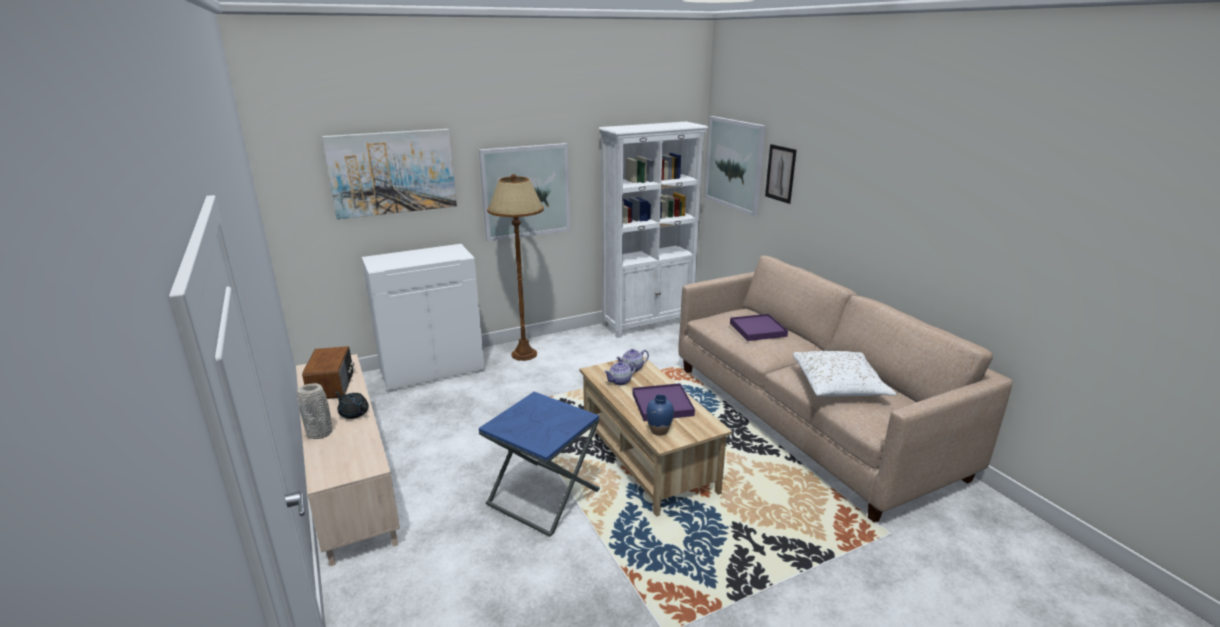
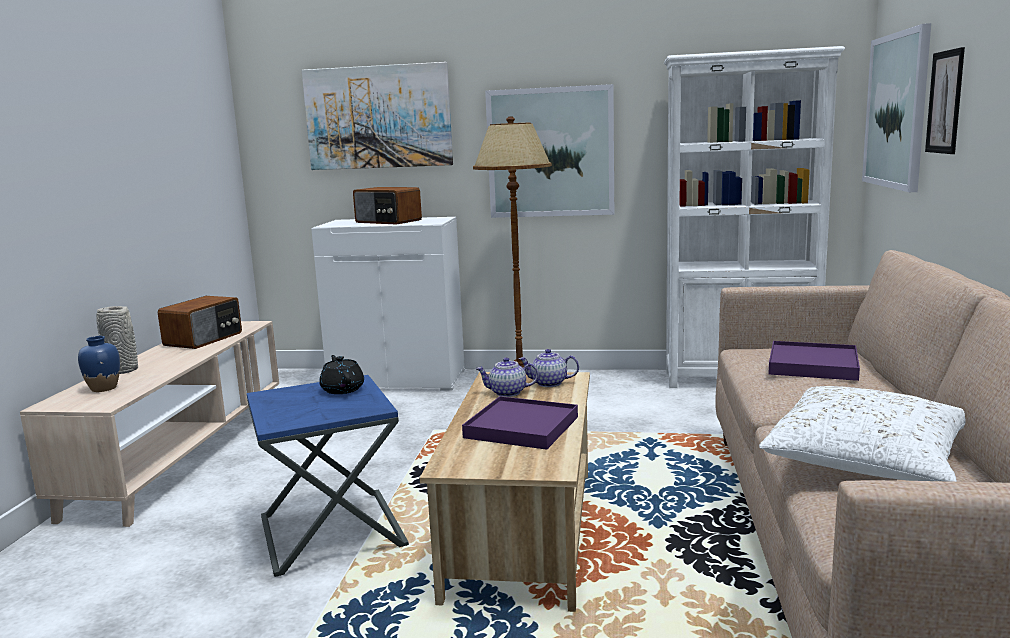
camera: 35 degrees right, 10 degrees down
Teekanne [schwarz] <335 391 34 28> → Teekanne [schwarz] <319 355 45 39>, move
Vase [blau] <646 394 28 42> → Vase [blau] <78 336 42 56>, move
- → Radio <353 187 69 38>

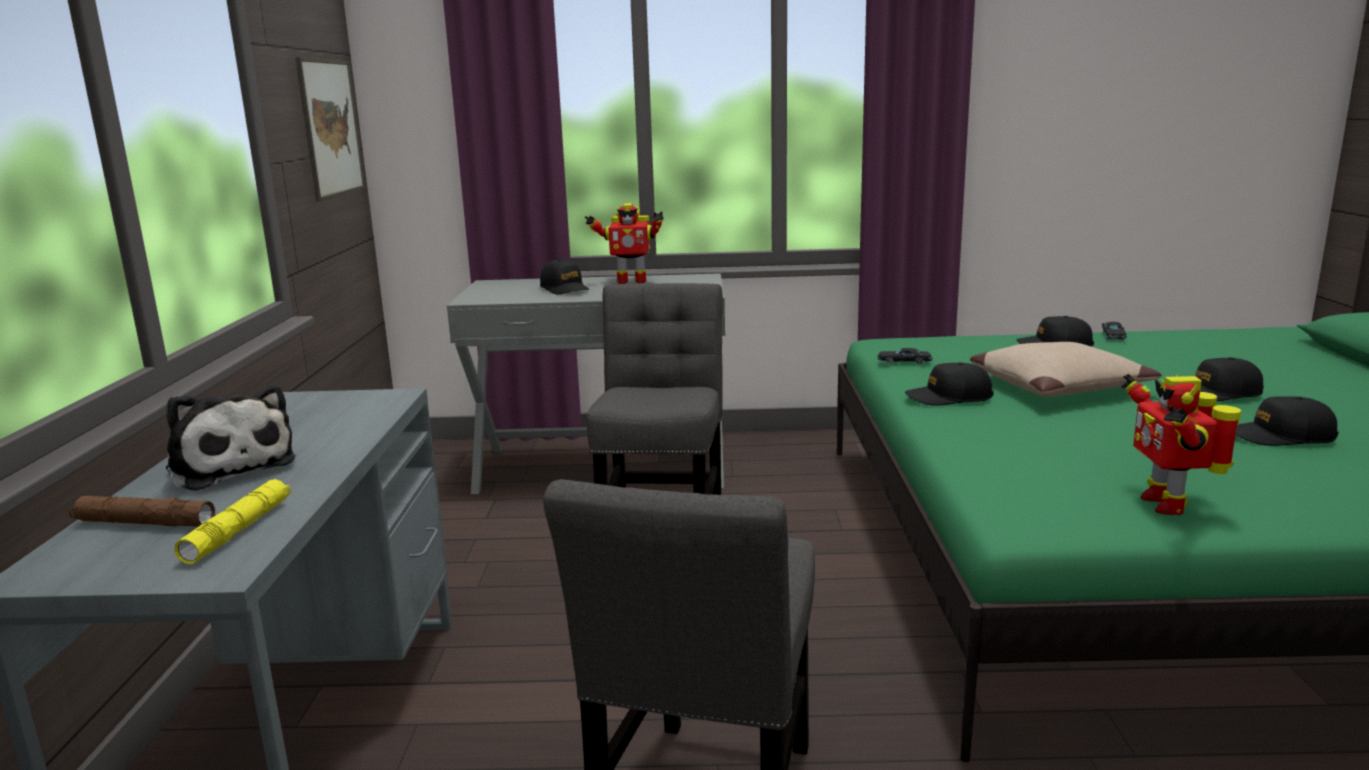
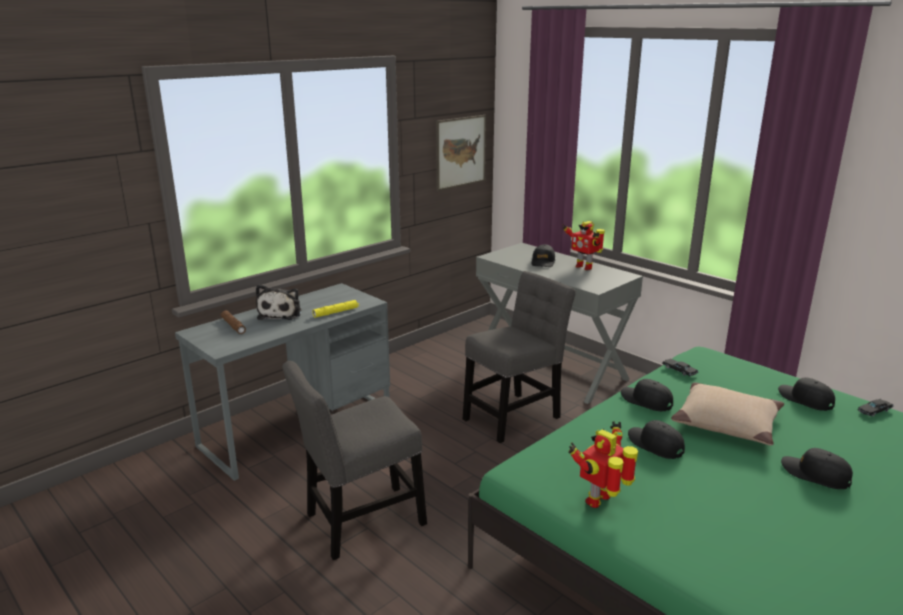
camera: 45 degrees right, 5 degrees up
Taschenlampe [gelb] <174 479 117 85> → Taschenlampe [gelb] <312 300 47 18>, move
Kappe [schwarz] <1236 396 103 50> → Kappe [schwarz] <628 420 57 39>, move

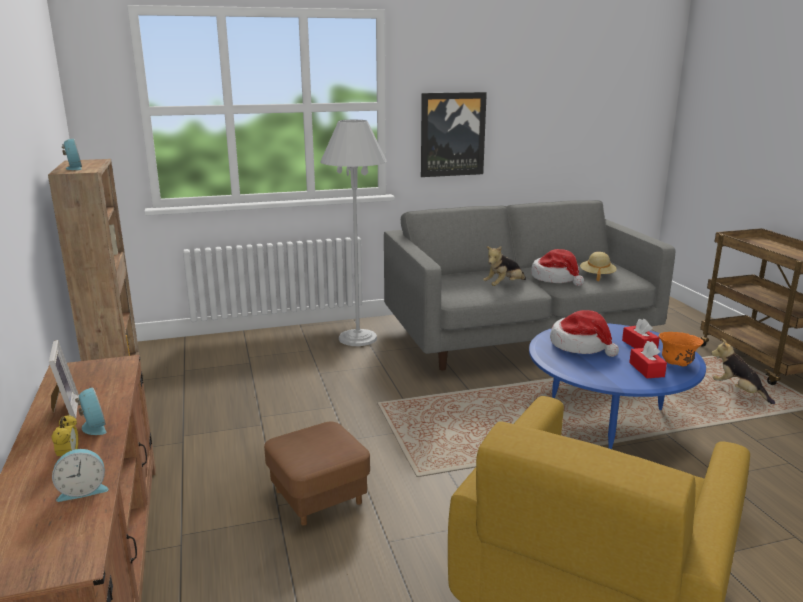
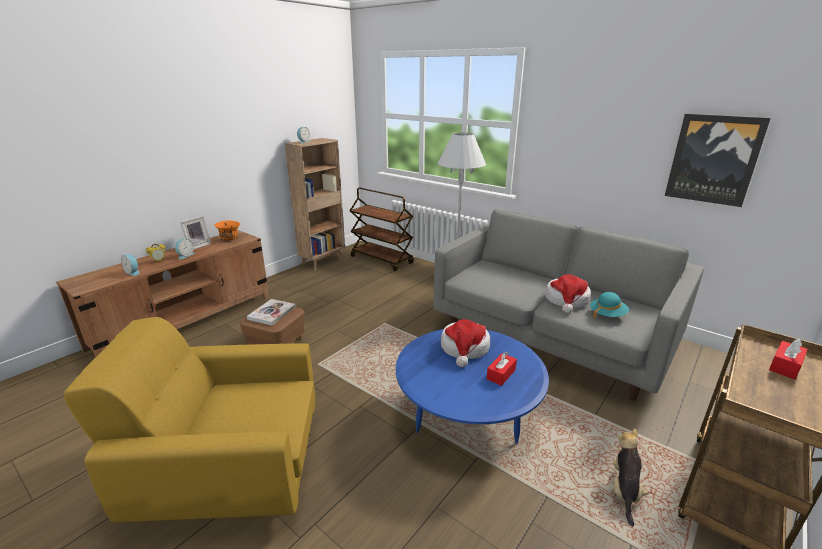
camera: 55 degrees right, 5 degrees up
Bild <421 92 66 85> → Bild <665 114 106 93>, move
Plüschtier <483 246 43 40> → -
Hut [beige] <580 252 37 29> → Hut [türkis] <590 292 39 26>
Taschentuchbox [rot] <629 341 38 37> → Taschentuchbox [rot] <769 338 39 41>, move
Schüssel [orange] <659 332 45 35> → Schüssel [orange] <215 220 25 20>, move
- → Buch <247 299 49 27>
- → Rollwagen [braun] <349 188 65 83>

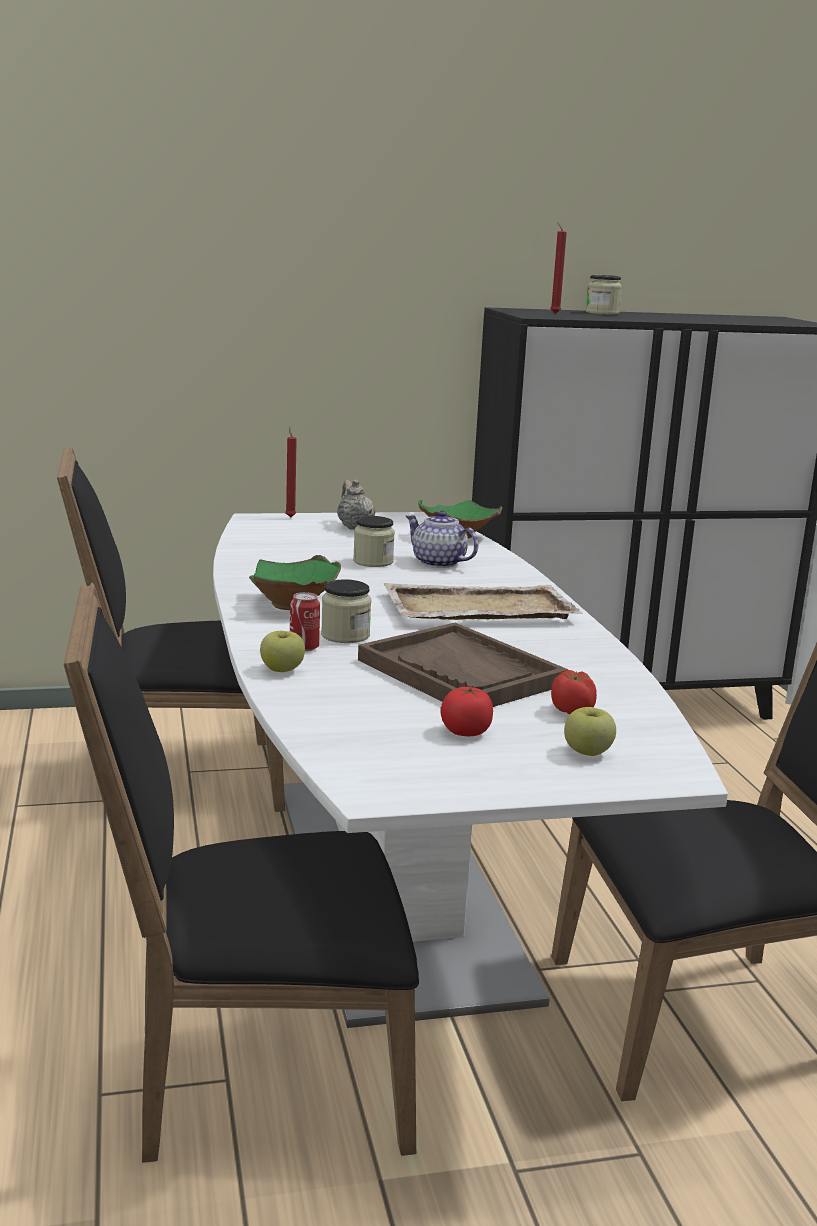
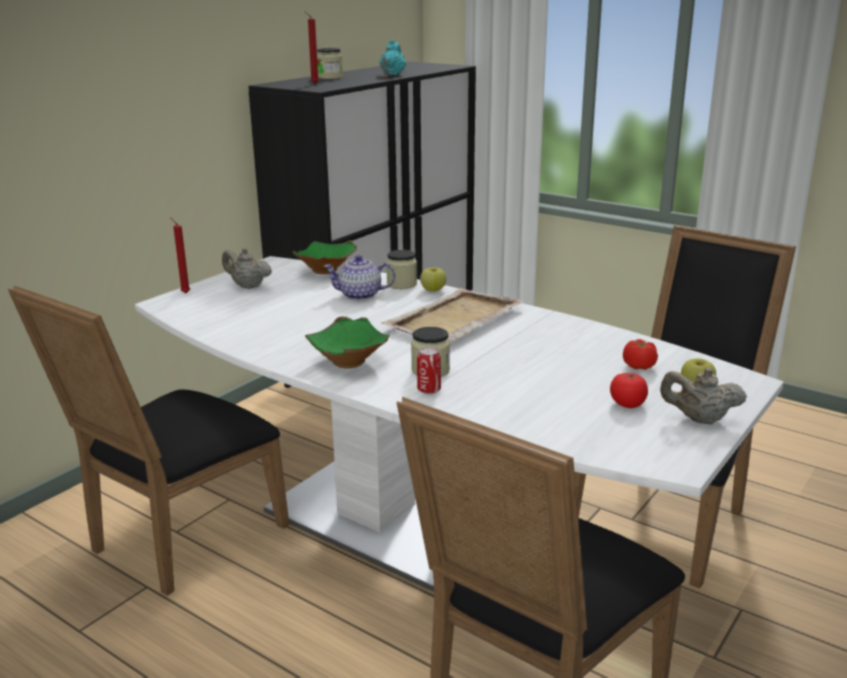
camera: 40 degrees left, 5 degrees up
Apfel <260 631 45 41> → Apfel <420 267 26 25>, move
Vorratsglas <353 516 42 51> → Vorratsglas <386 250 31 39>, move
Tablett [braun] <358 623 210 84> → -
- → Teekanne [türkis] <380 39 26 37>
- → Teekanne [beige] <660 367 87 57>

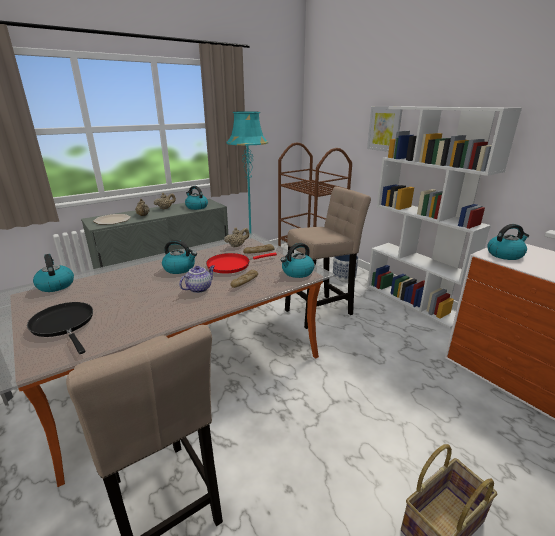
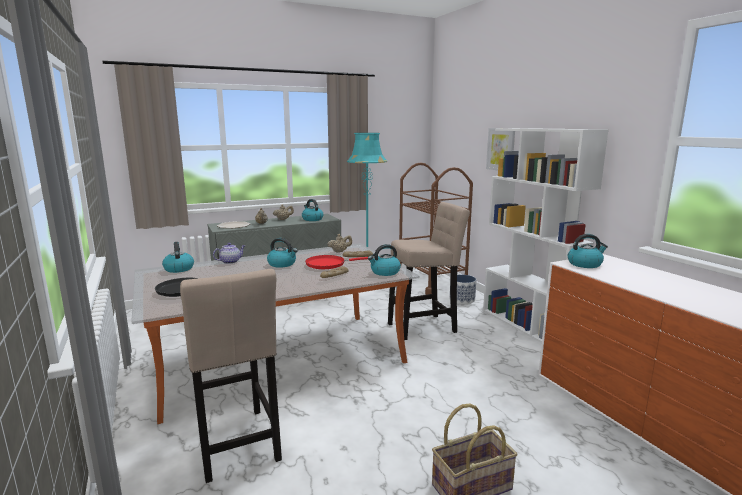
camera: 10 degrees right, 10 degrees down
Teekanne <179 265 36 28> → Teekanne <213 243 32 21>, move

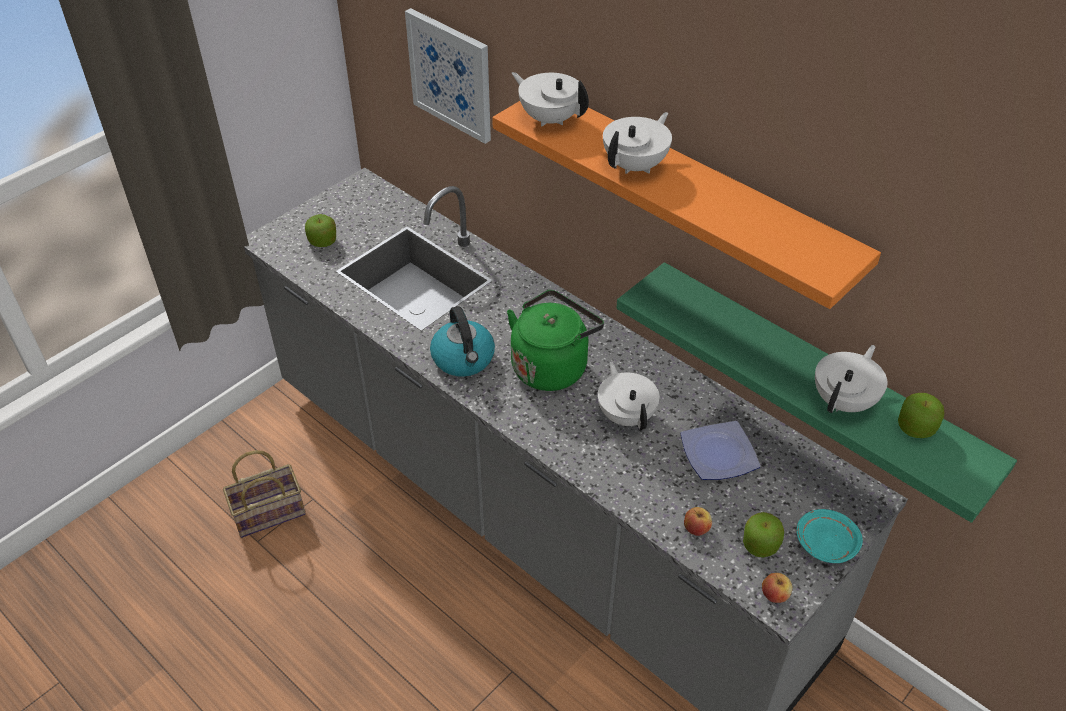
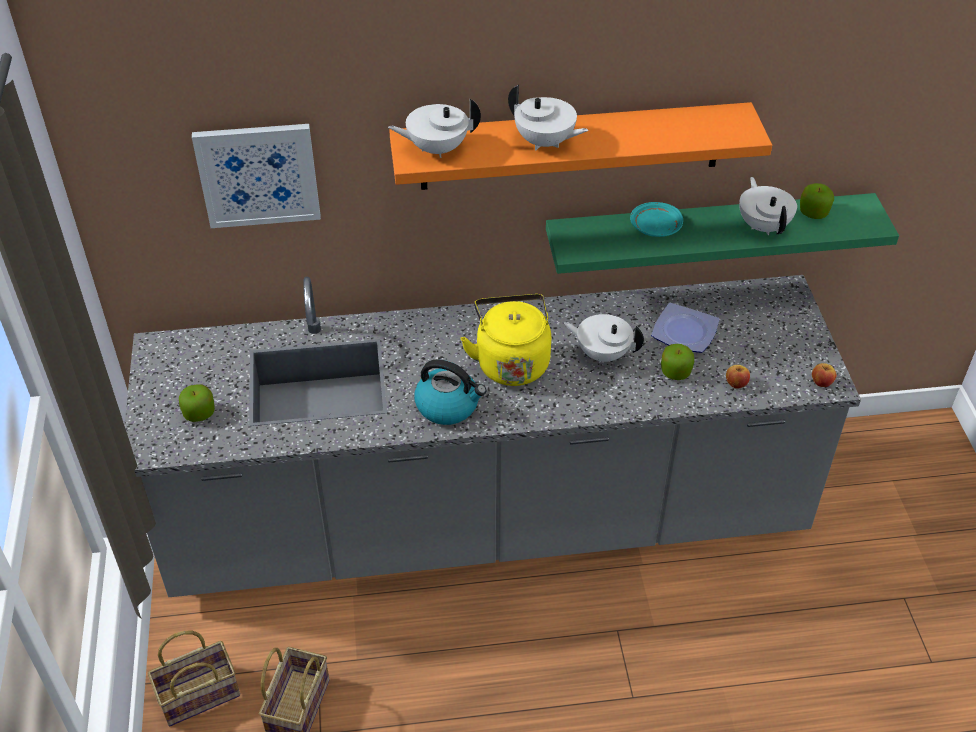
camera: 50 degrees left, 0 degrees up
Wasserkessel [grün] <507 290 97 101> → Wasserkessel [gelb] <461 294 90 92>
Teekanne [weiß] <603 112 69 62> → Teekanne [weiß] <508 85 80 65>, 135 degrees clockwise
Apfel <743 512 41 45> → Apfel <661 344 33 36>, move
Teller [türkis] <797 509 66 54> → Teller [türkis] <630 202 53 35>, move
- → Korb <148 630 92 96>

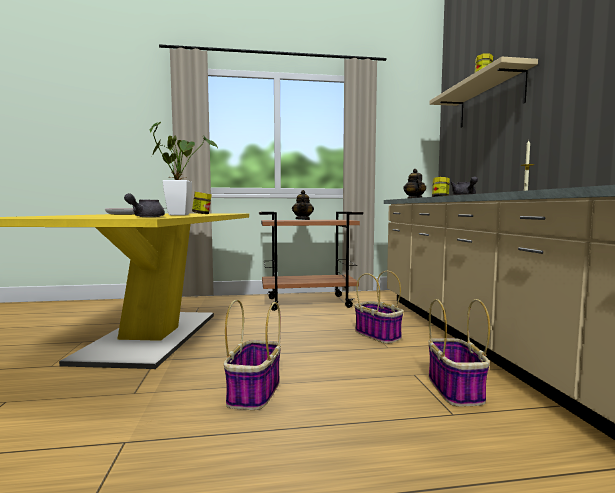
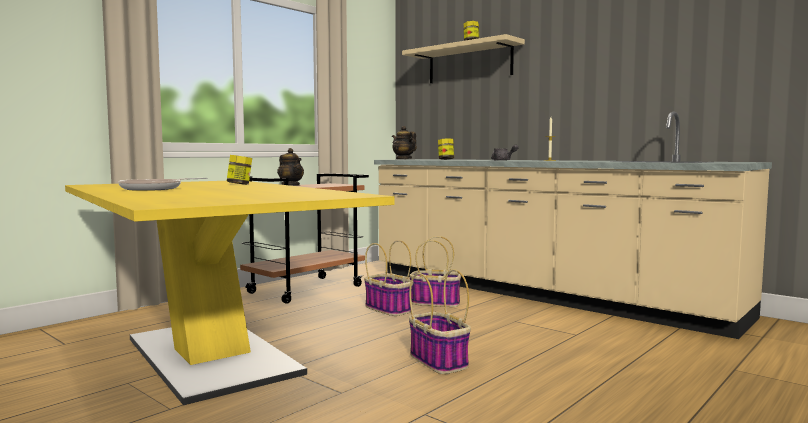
camera: 40 degrees left, 0 degrees up
Teekanne [grau] <124 193 41 24> → -
Topfpflanze <150 122 68 93> → -
Korb <428 299 62 108> → Korb <364 240 50 76>, move

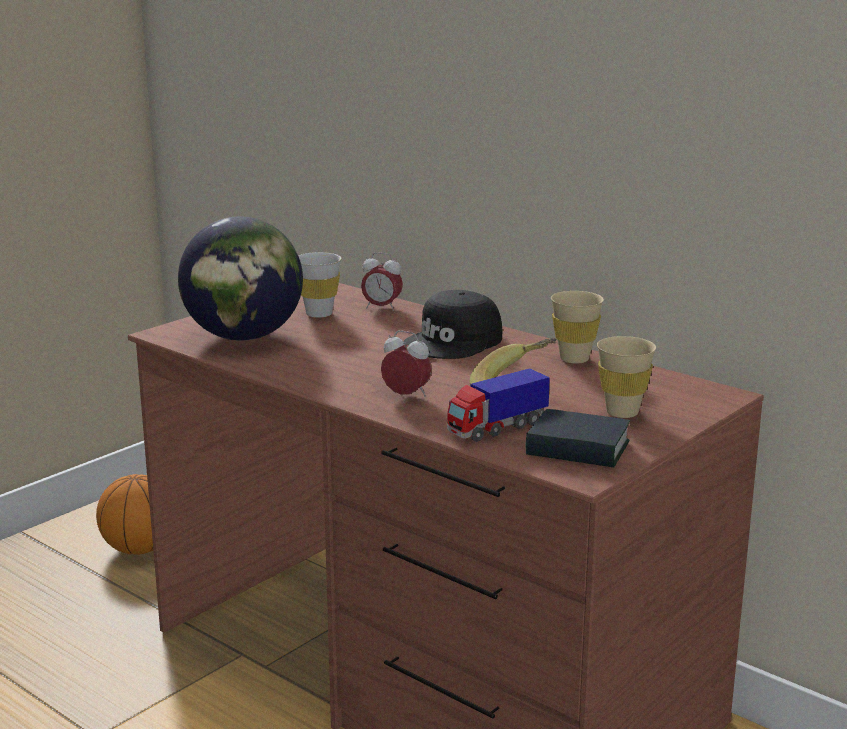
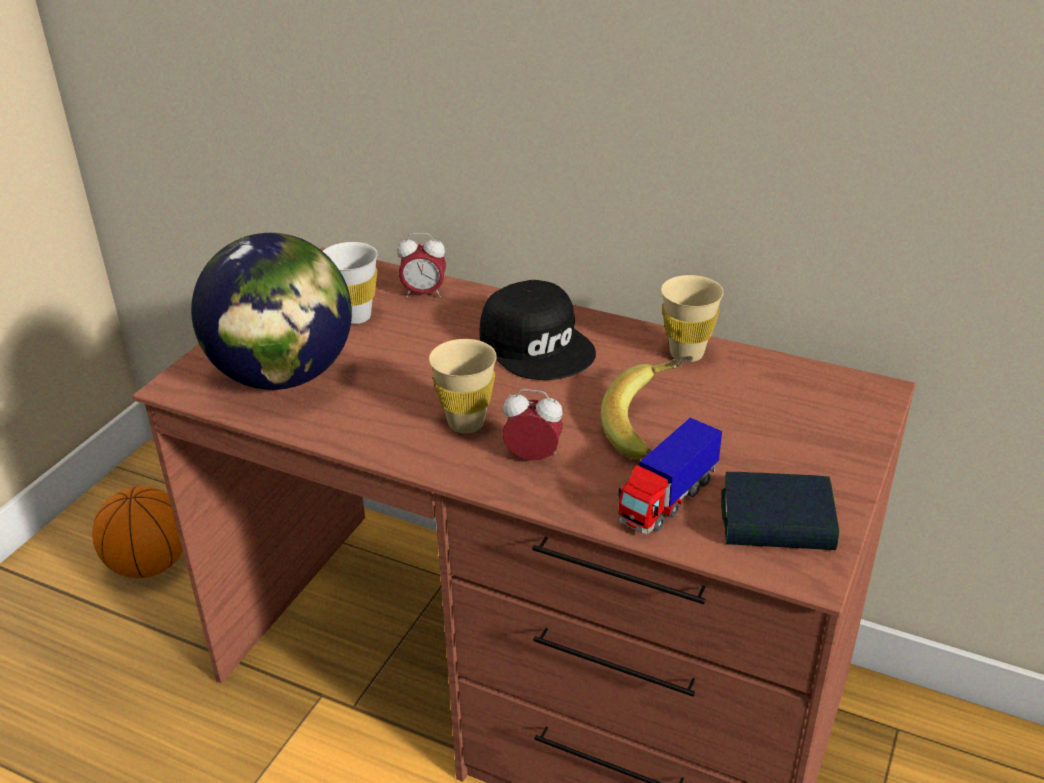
camera: 15 degrees left, 15 degrees up
Kappe [schwarz] <404 290 98 69> → Kappe [schwarz] <479 280 117 100>, 60 degrees counterclockwise
Tasse [beige] <597 336 59 82> → Tasse [beige] <429 339 68 94>, move

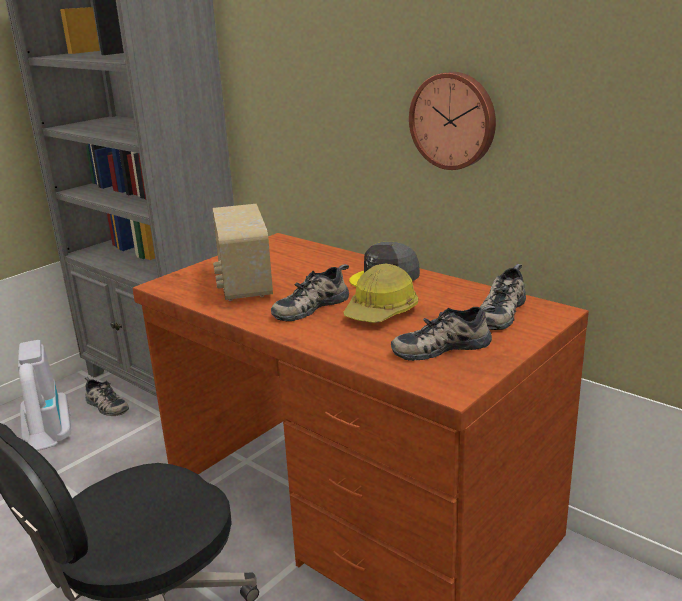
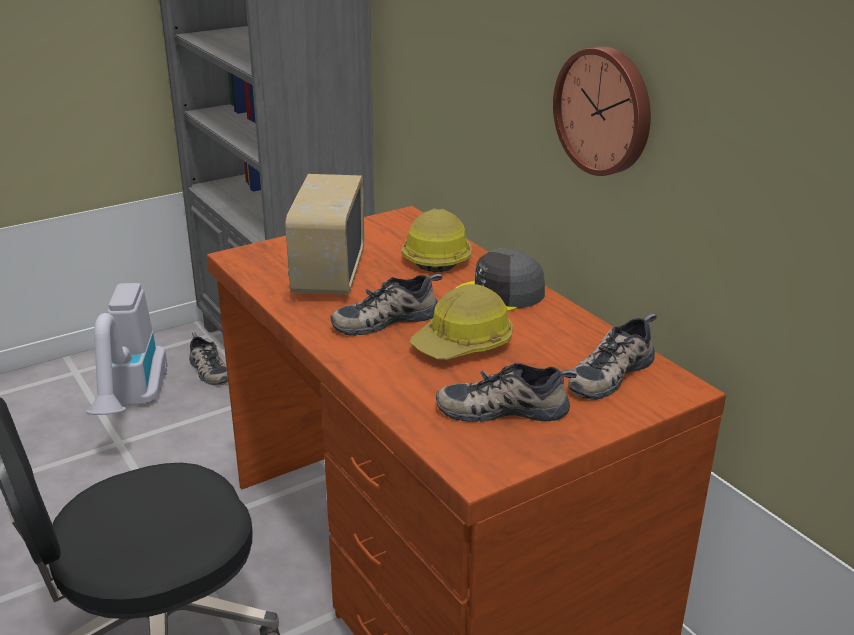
camera: 15 degrees right, 5 degrees up
- → Schutzhelm <402 209 70 64>

